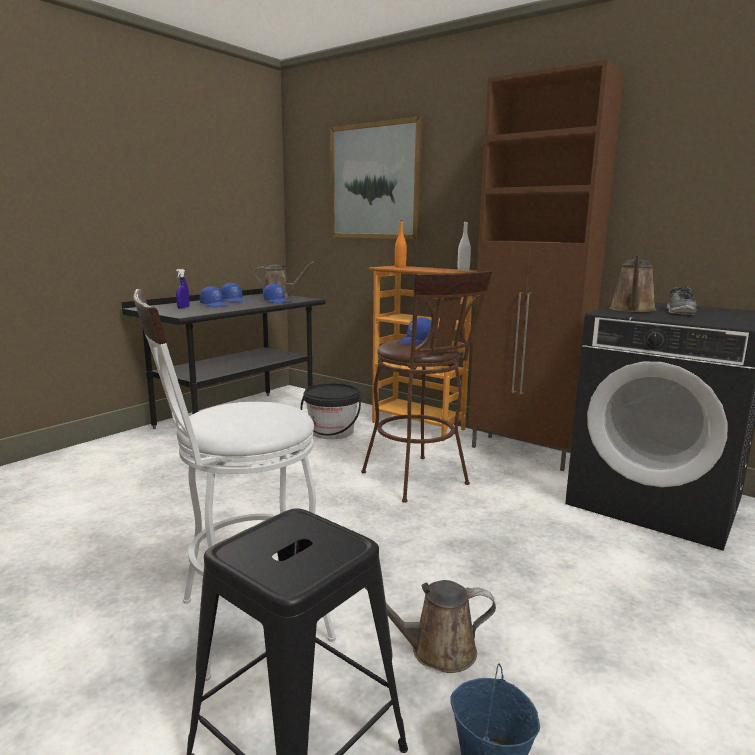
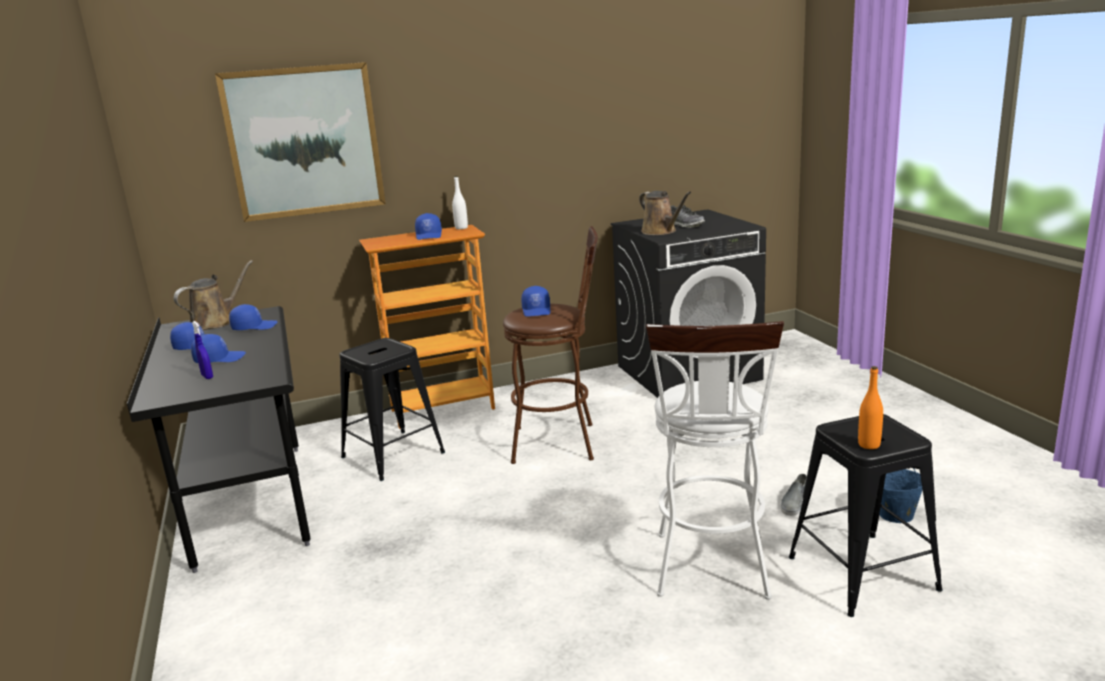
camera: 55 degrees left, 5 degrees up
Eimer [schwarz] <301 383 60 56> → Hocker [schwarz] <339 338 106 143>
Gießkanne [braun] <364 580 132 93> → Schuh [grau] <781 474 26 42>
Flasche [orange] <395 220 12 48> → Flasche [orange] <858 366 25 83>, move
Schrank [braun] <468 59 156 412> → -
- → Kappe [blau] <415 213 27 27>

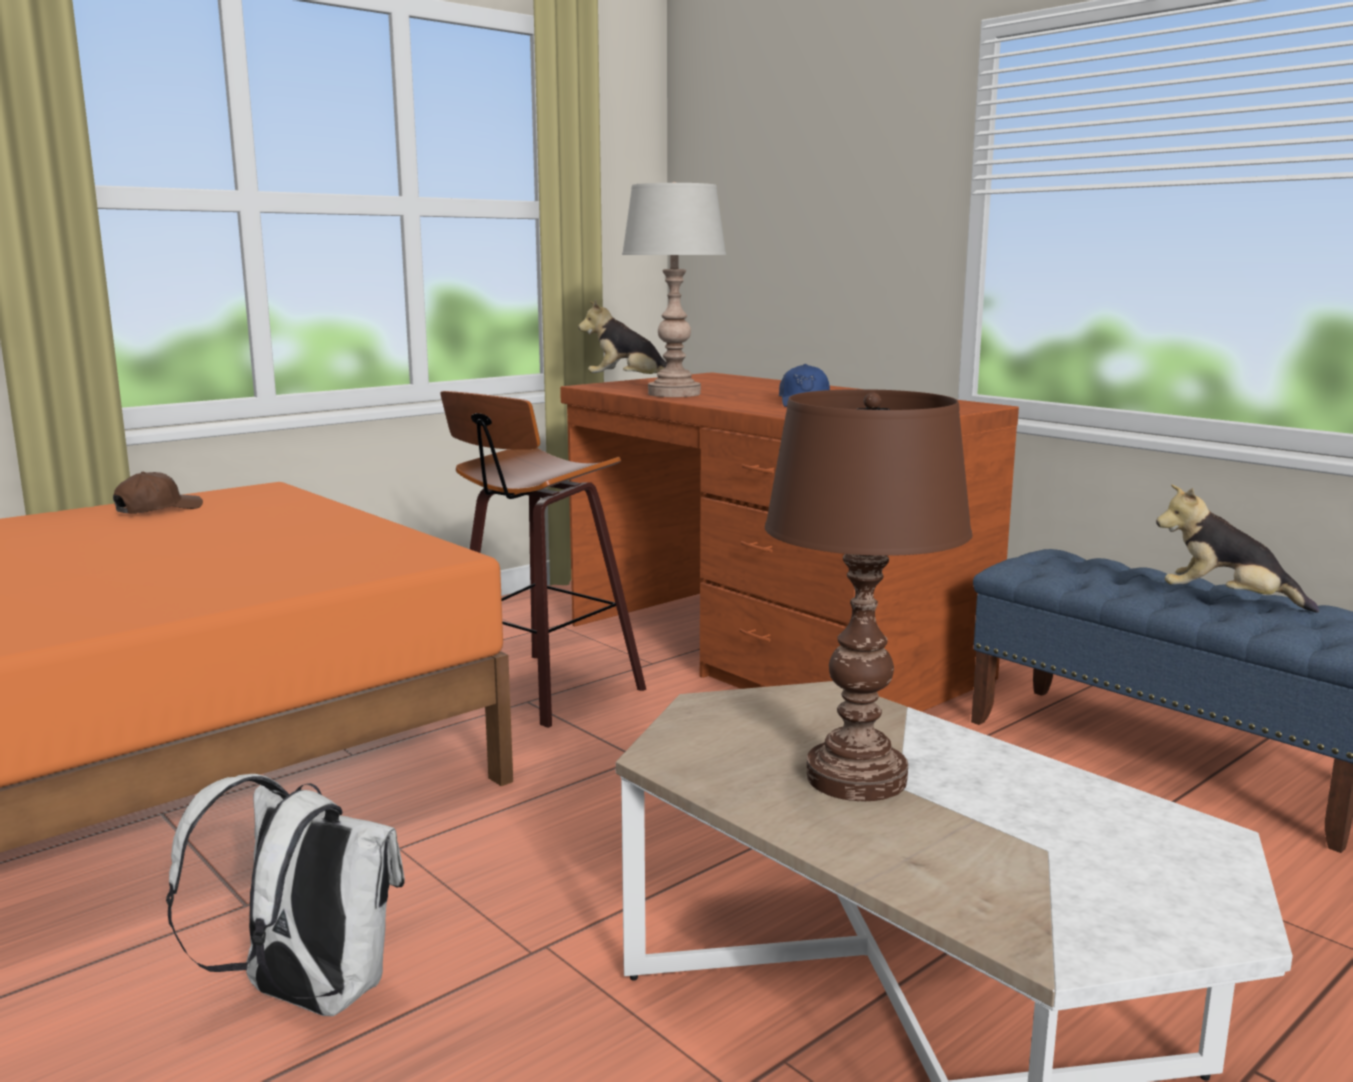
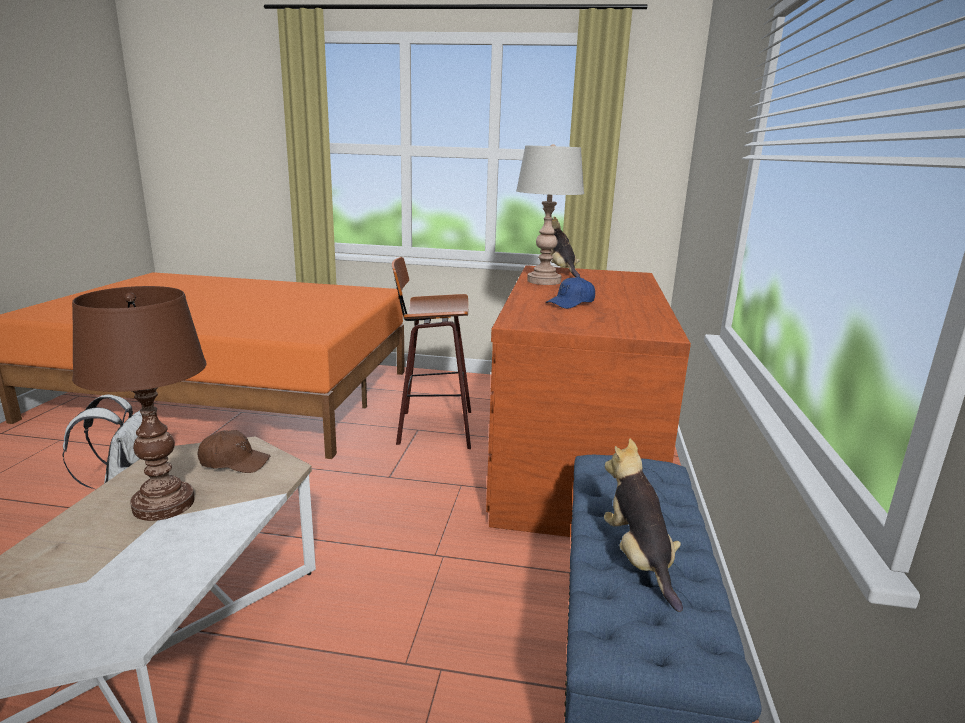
camera: 50 degrees right, 5 degrees up
Kappe [braun] <113 471 90 43> → Kappe [braun] <198 430 73 43>, move

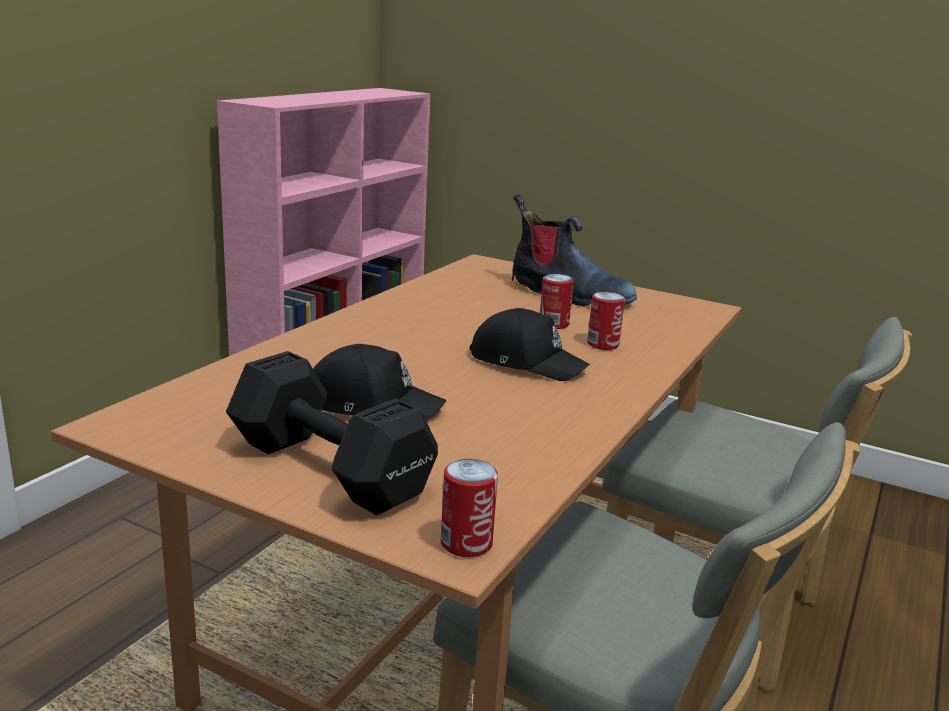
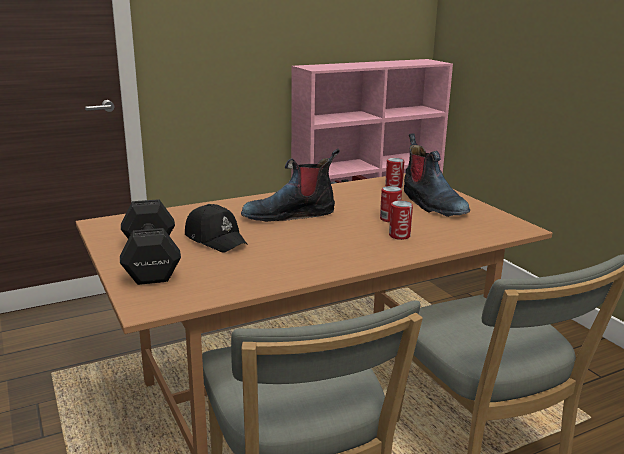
camera: 35 degrees right, 0 degrees up
Dose <441 459 57 98> → Dose <385 158 19 30>, move
Kappe [schwarz] <469 308 121 73> → -
- → Stiefel <241 148 99 74>

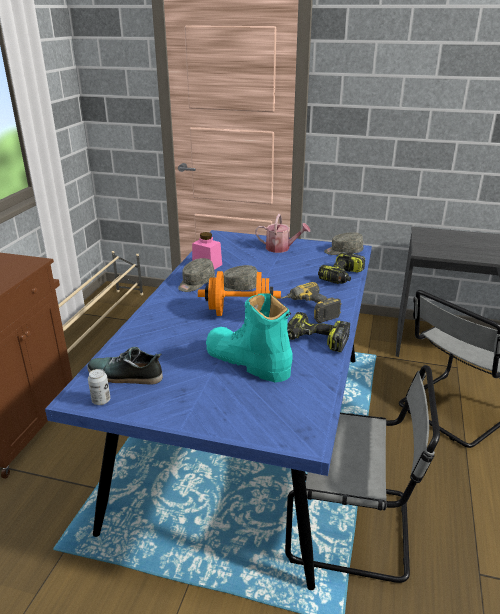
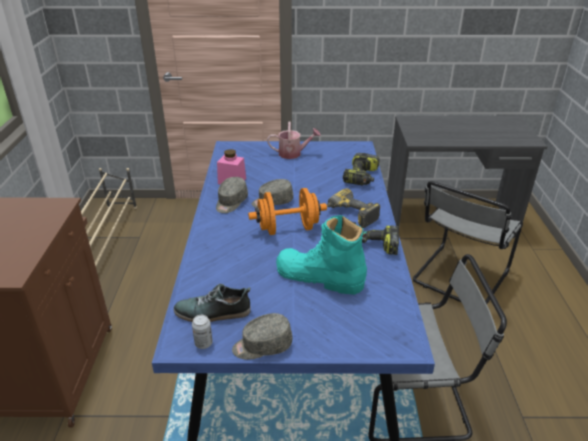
camera: 15 degrees left, 5 degrees up
Kappe [grau] <324 232 39 23> → Kappe [grau] <232 313 61 47>, move

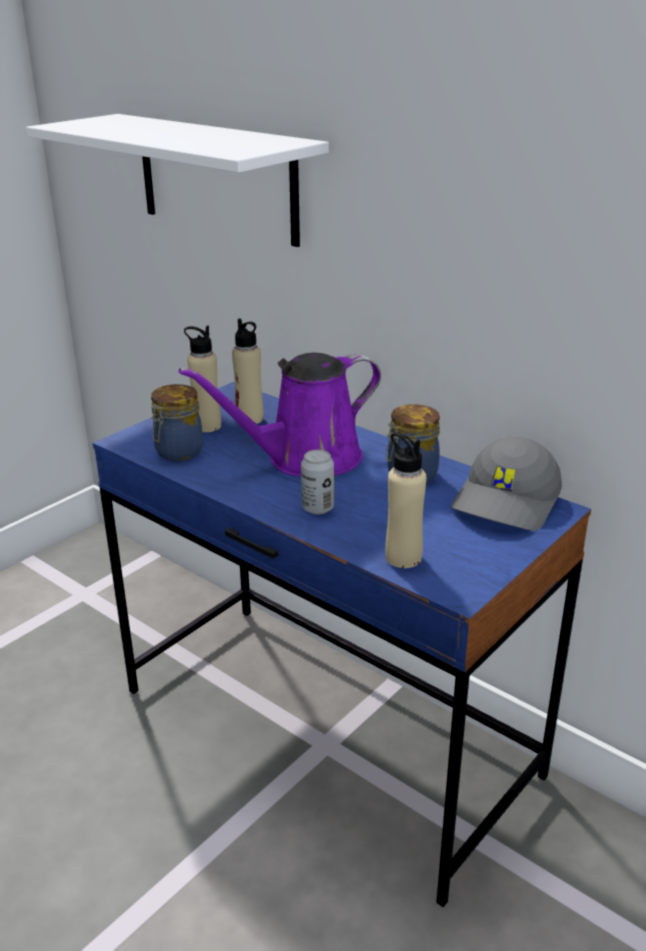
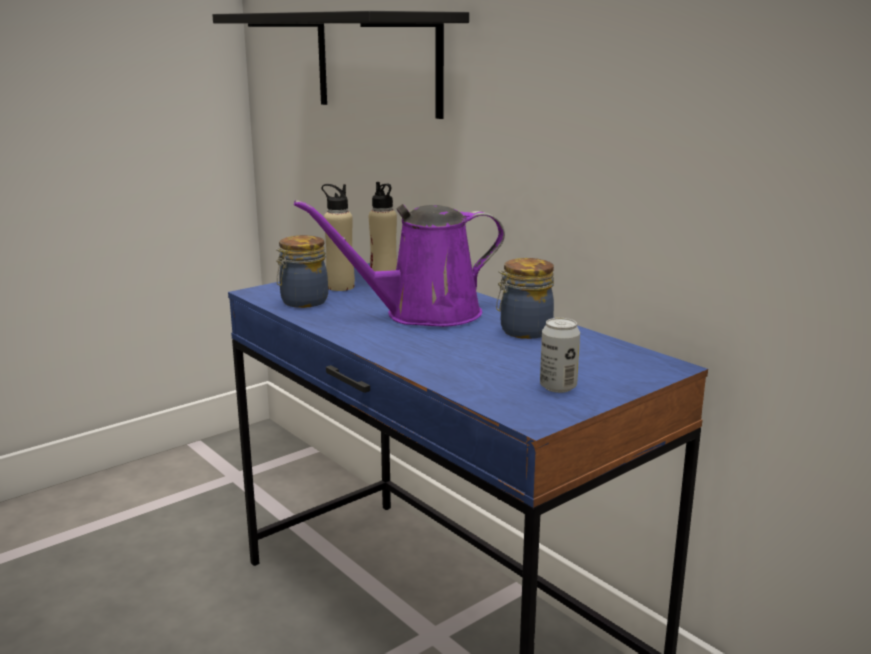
camera: 10 degrees right, 10 degrees down
Wandregal [weiß] <26 114 303 133> → Wandregal [schwarz] <212 11 257 108>
Dose <301 450 33 64> → Dose <540 318 40 75>, move
Flasche [beige] <385 432 41 136> → -
Kappe [grau] <451 437 111 94> → -

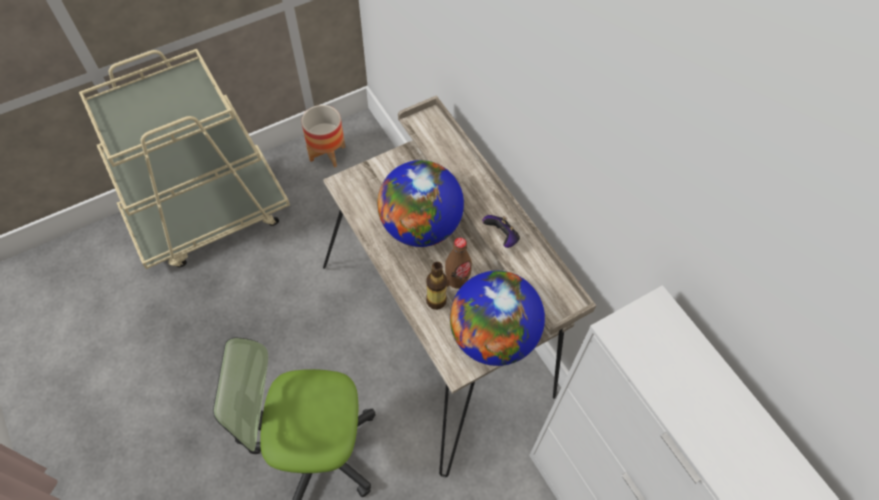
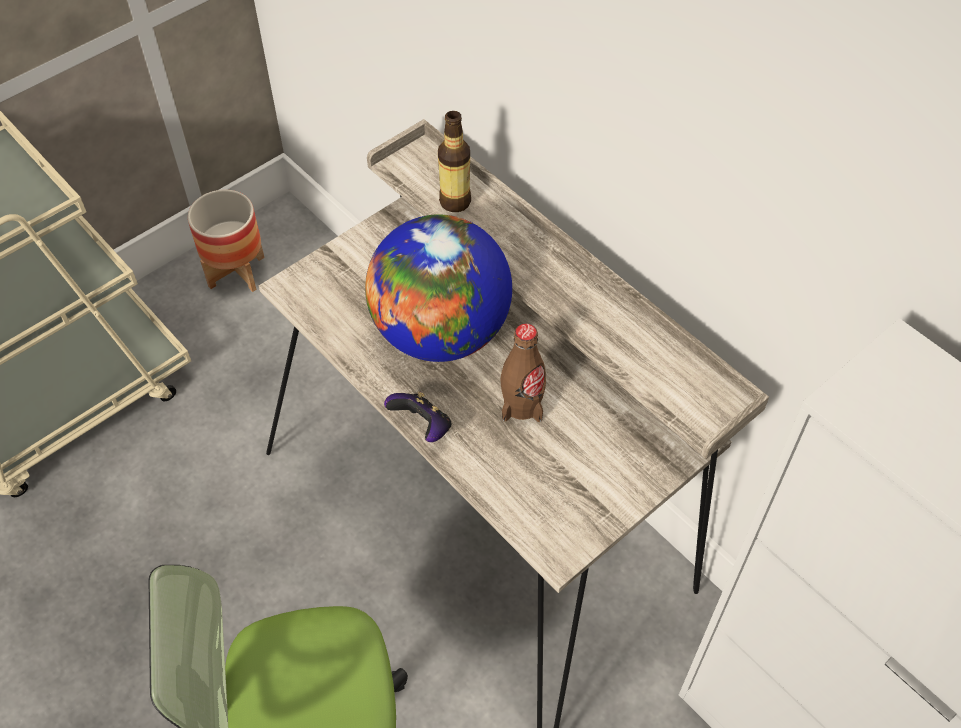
camera: 10 degrees left, 5 degrees down
Flasche <426 262 21 48> → Flasche <438 111 33 101>, move
Globus <450 271 95 95> → -
Gamepad <482 215 38 33> → Gamepad <384 392 67 50>, move

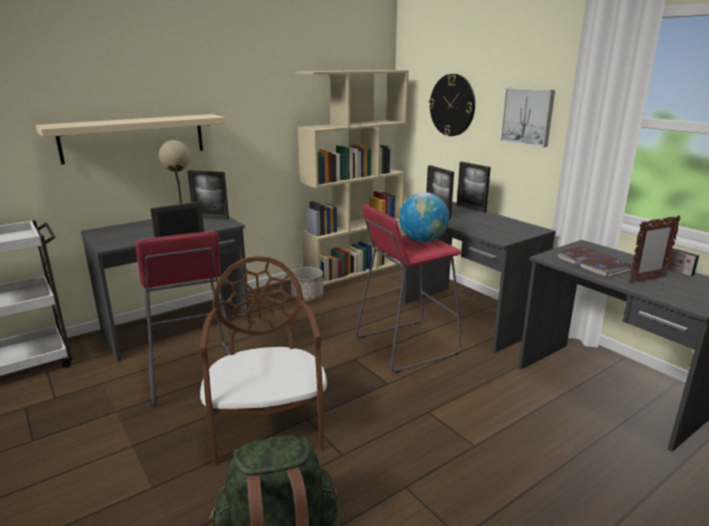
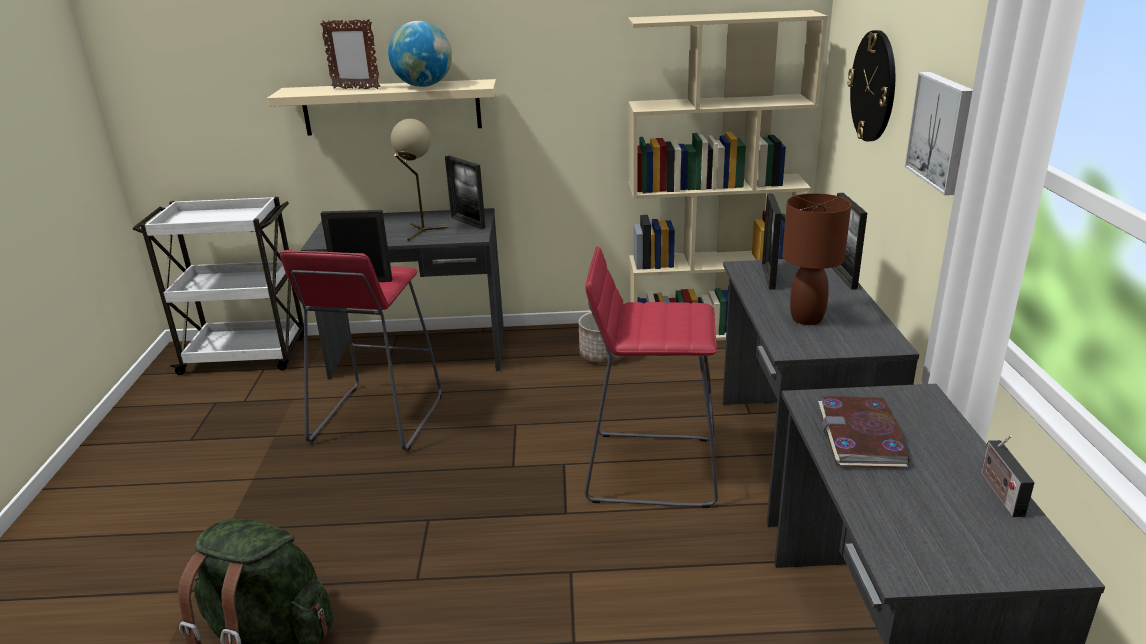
camera: 35 degrees right, 5 degrees up
Stuhl [braun] <200 256 127 209> → -
Globus <399 192 50 50> → Globus <388 21 64 66>, move
Bilderrahmen <629 215 52 68> → Bilderrahmen <320 19 60 70>, move
- → Tischlampe [braun] <782 193 69 132>

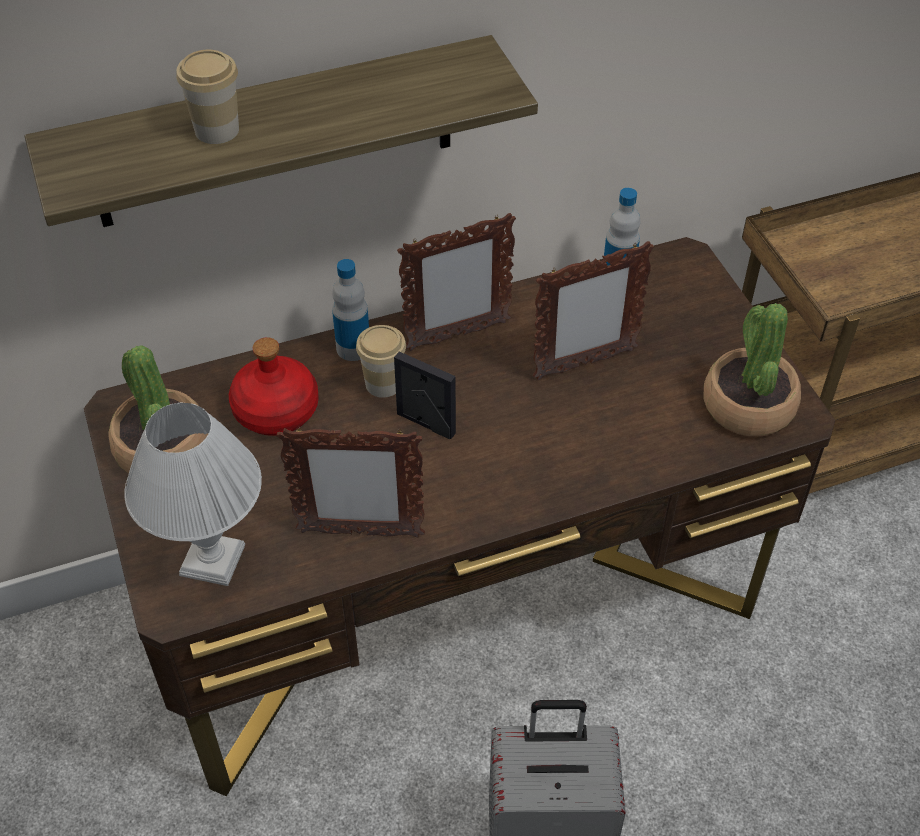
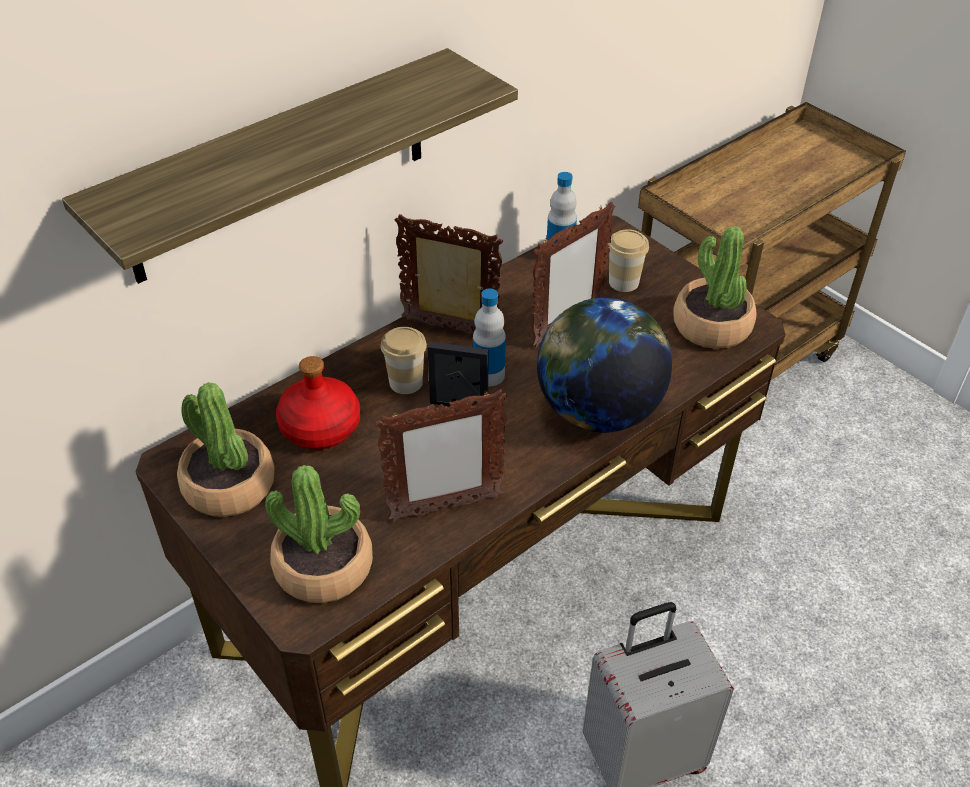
camera: 20 degrees left, 5 degrees down
Tischlampe [weiß] <124 402 138 184> → Topfpflanze <265 465 108 138>
Tasse <176 50 63 94> → Tasse <608 229 41 63>, move
Flasche <332 259 37 102> → Flasche <473 288 33 98>, move
Bilderrahmen <397 213 119 138> → Bilderrahmen <395 214 108 120>, 120 degrees counterclockwise
- → Globus <537 298 135 135>

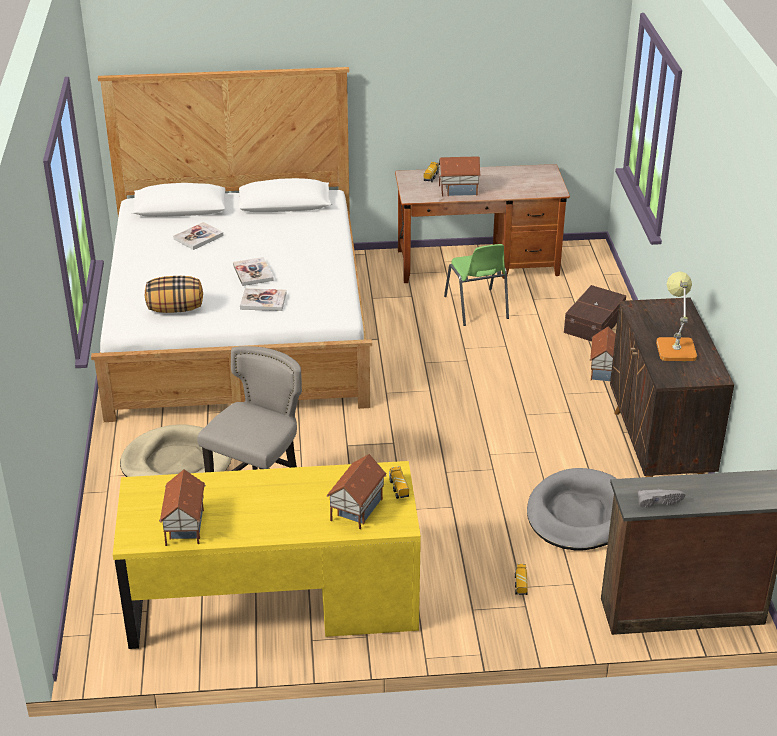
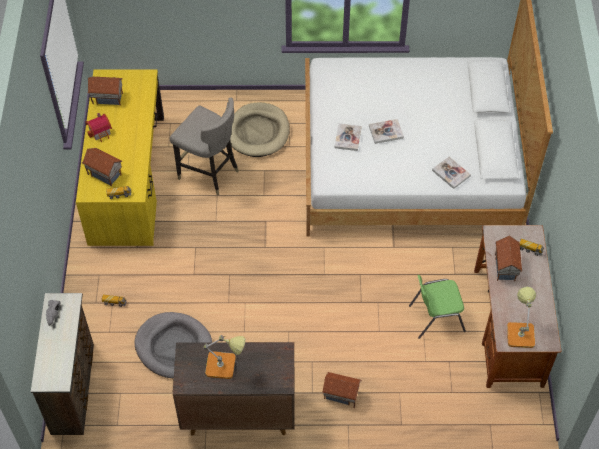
camera: 95 degrees right, 20 degrees up
Kissen <145 276 58 37> → -
Buch <173 222 51 28> → Buch <432 157 39 32>, move
Aufbewahrungsbox [braun] <564 285 62 56> → -
- → Spielzeughaus <85 113 27 29>
- → Tischlampe <507 286 29 62>

